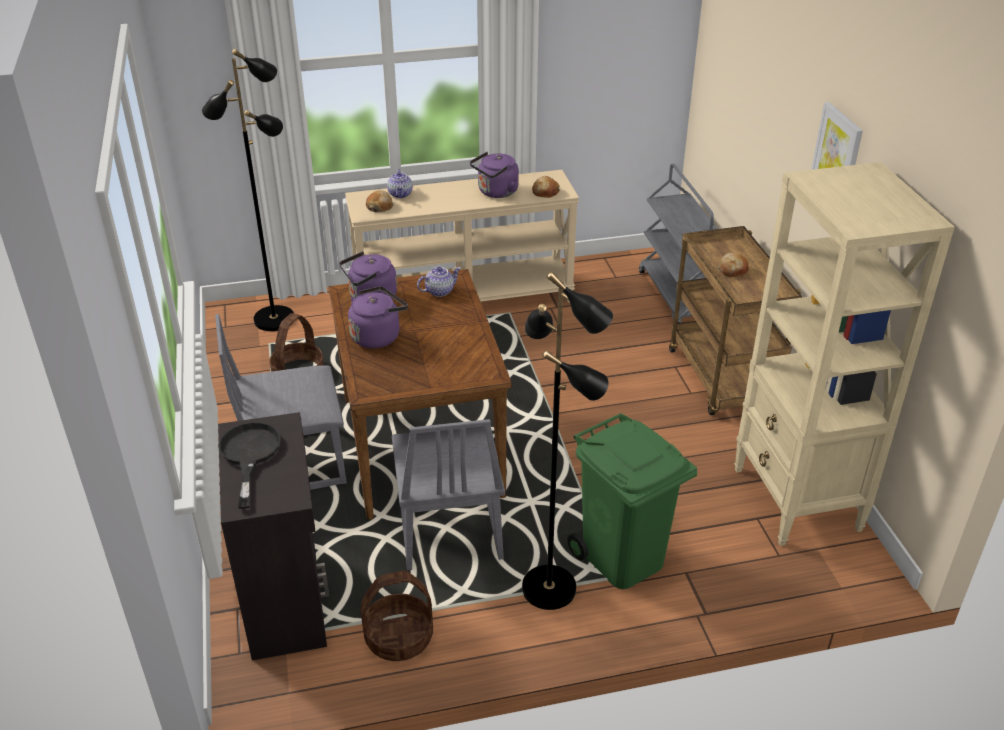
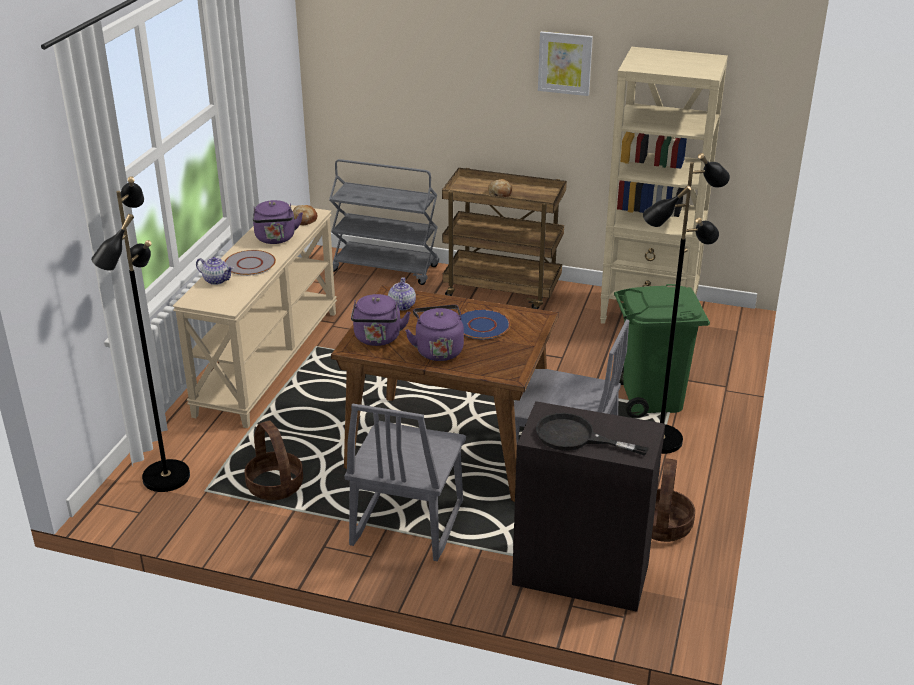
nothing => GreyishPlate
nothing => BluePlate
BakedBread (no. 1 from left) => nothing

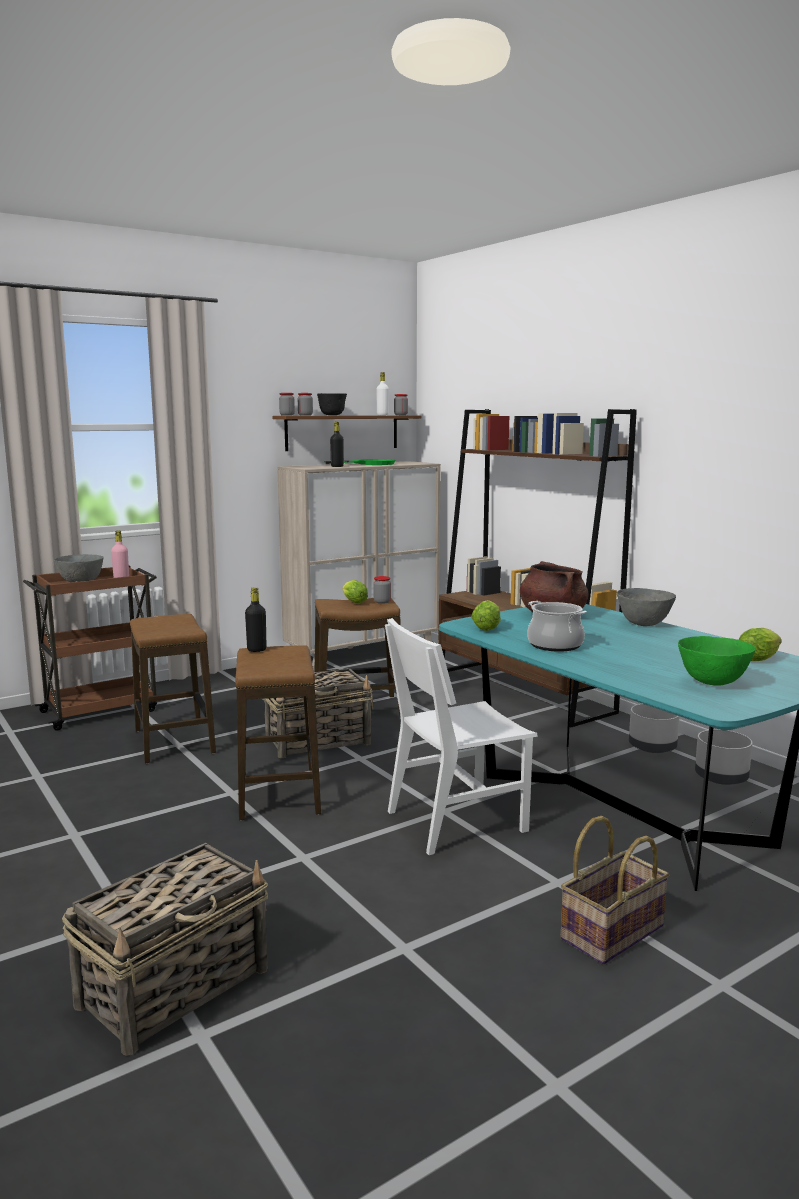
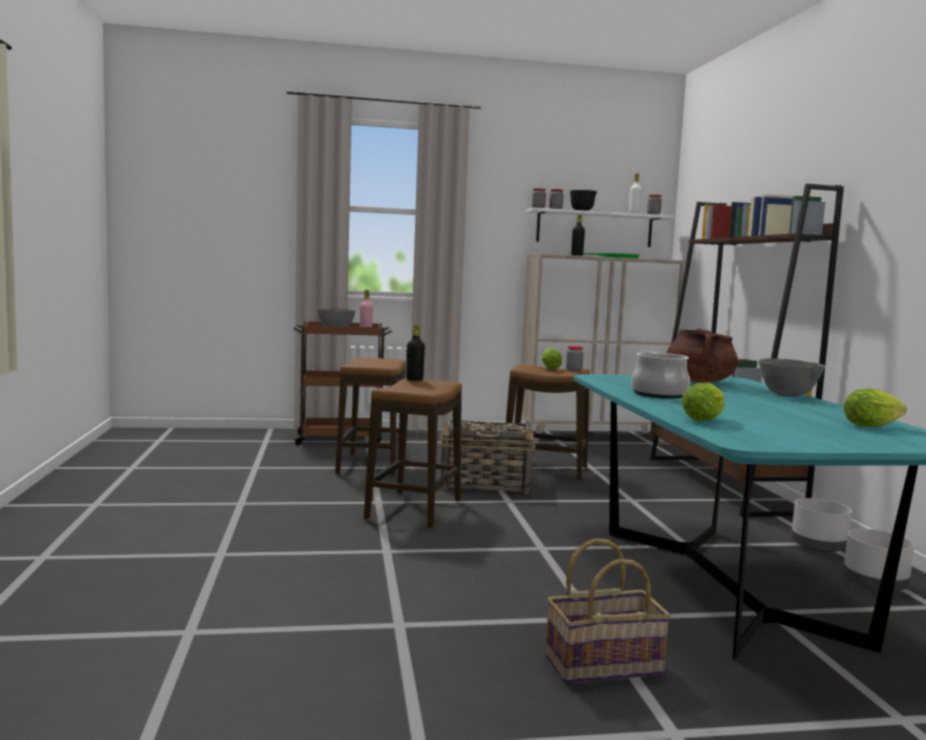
BrownWallShelf => WhiteColouredWallShelf
Lettuce (no. 2 from left), shifted
HouseholdBasket (no. 1 from left) => nothing
WhiteColouredPlainChair => nothing
GreenServingBowl => nothing

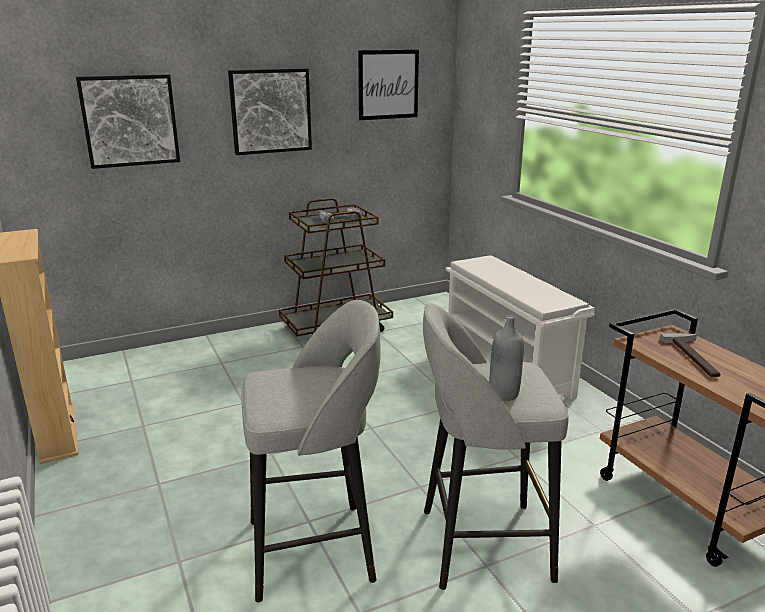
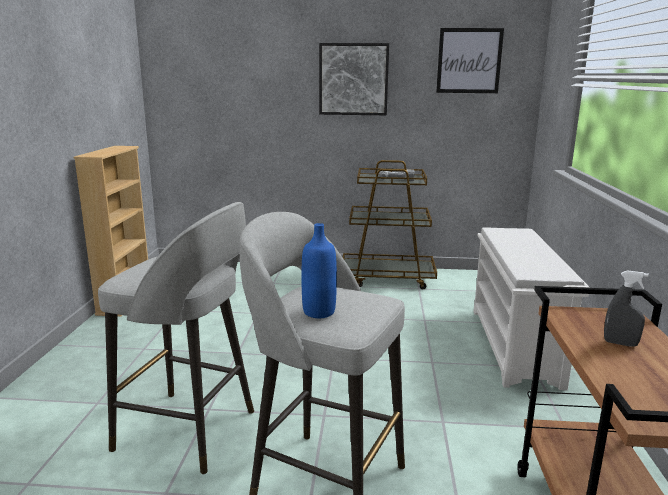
GreyishDrinkBottle => BlueDrinkBottle
Hammer => GreyishSprayBottle
WallArt (no. 1 from left) => nothing

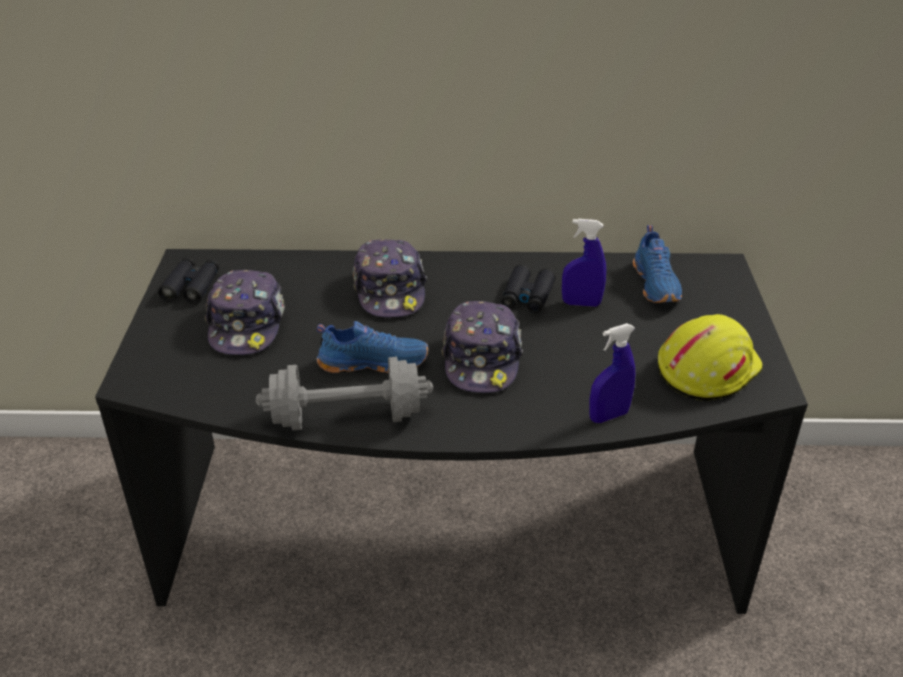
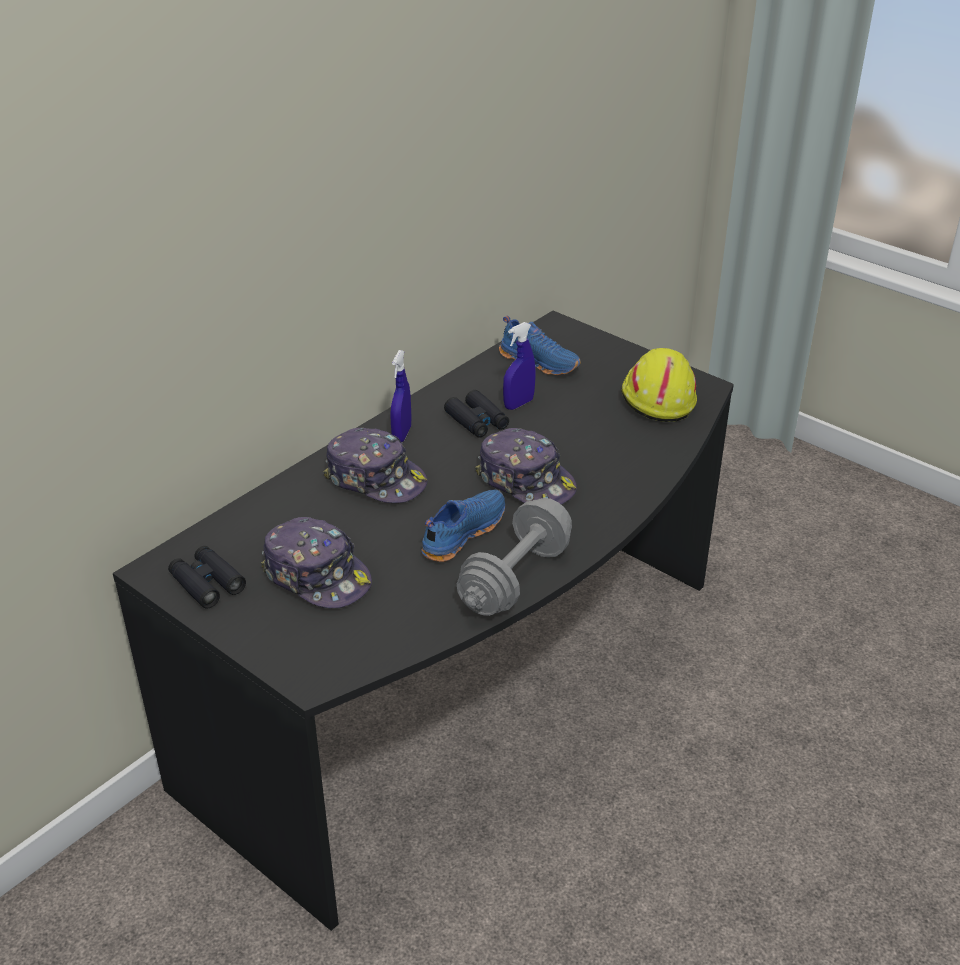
BlueSprayBottle (no. 2 from left in the first image) => BlueSprayBottle (no. 1 from left), shifted

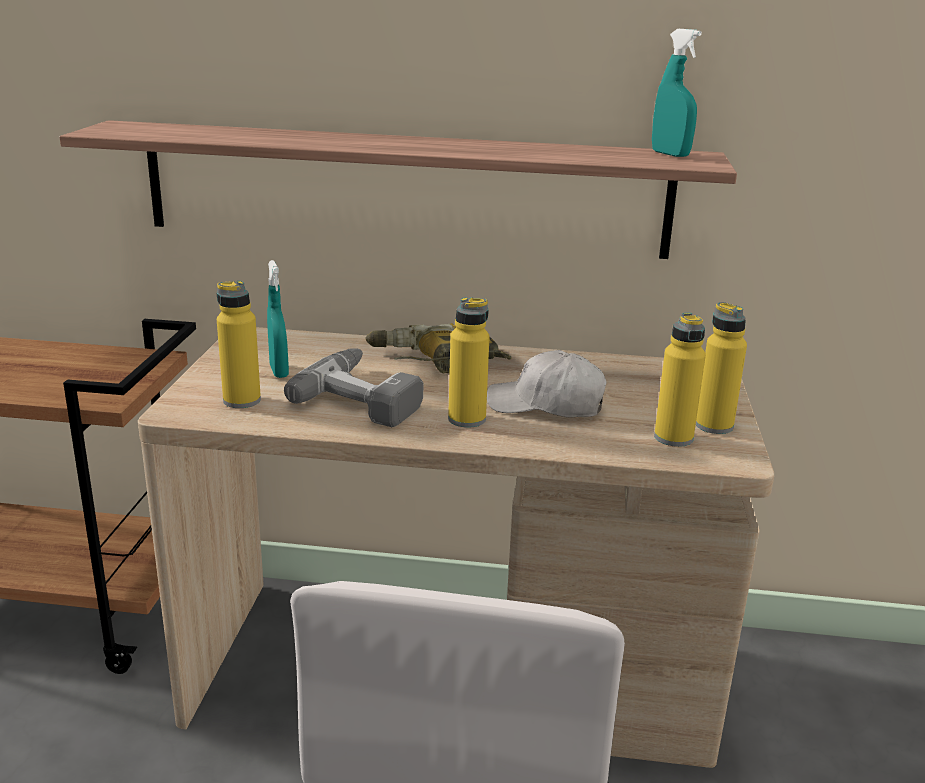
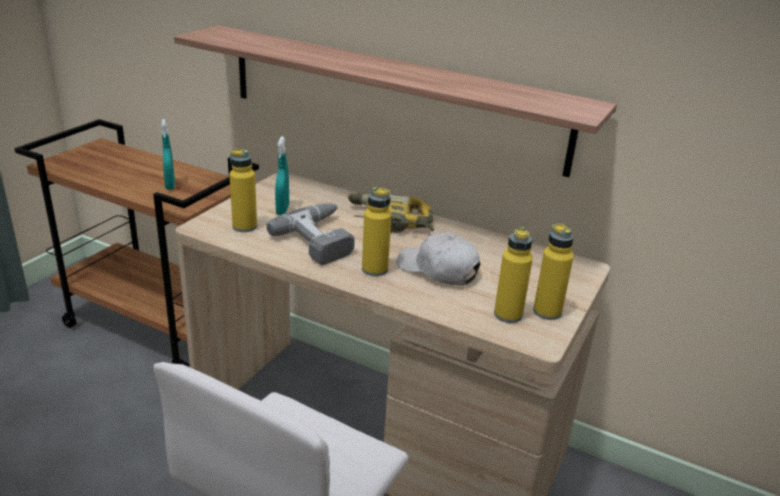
BlueGreenSprayBottle (no. 2 from left in the first image) => BlueGreenSprayBottle (no. 1 from left), shifted

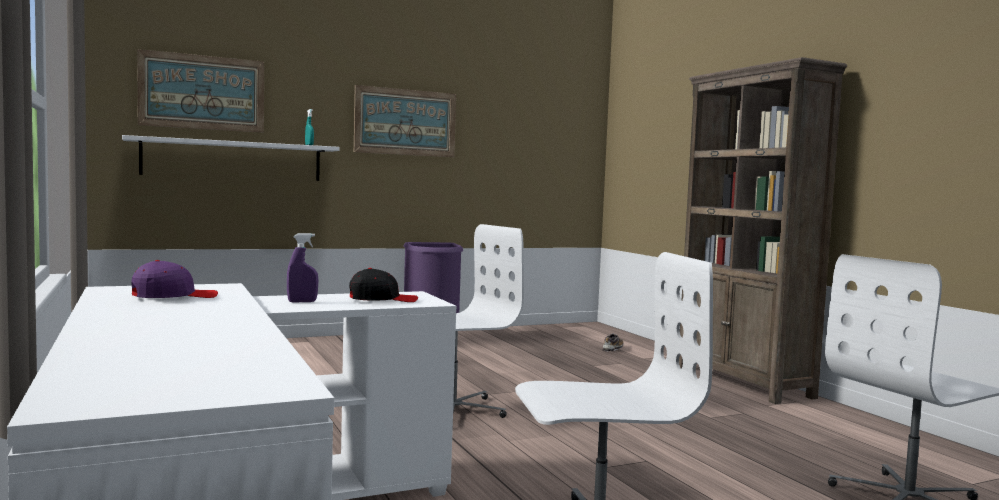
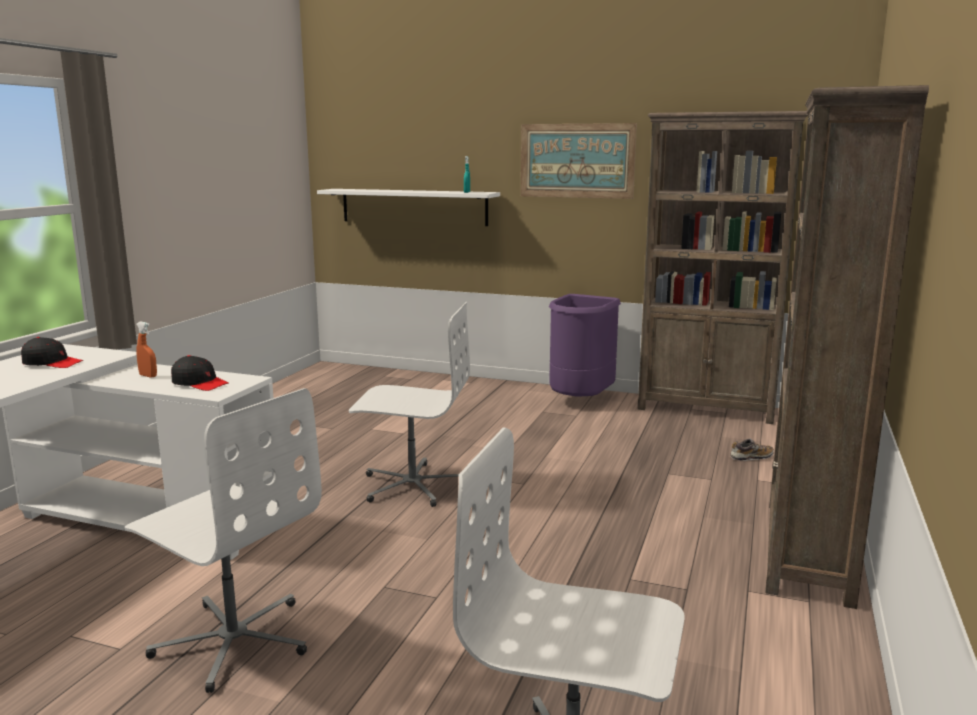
PurpleColouredPeakedCap => BlackPeakedCap (no. 1 from left)
PurpleColouredSprayBottle => OrangeSprayBottle
nothing => BrownShelvingUnit (no. 1 from left)
WallArt (no. 1 from left) => nothing

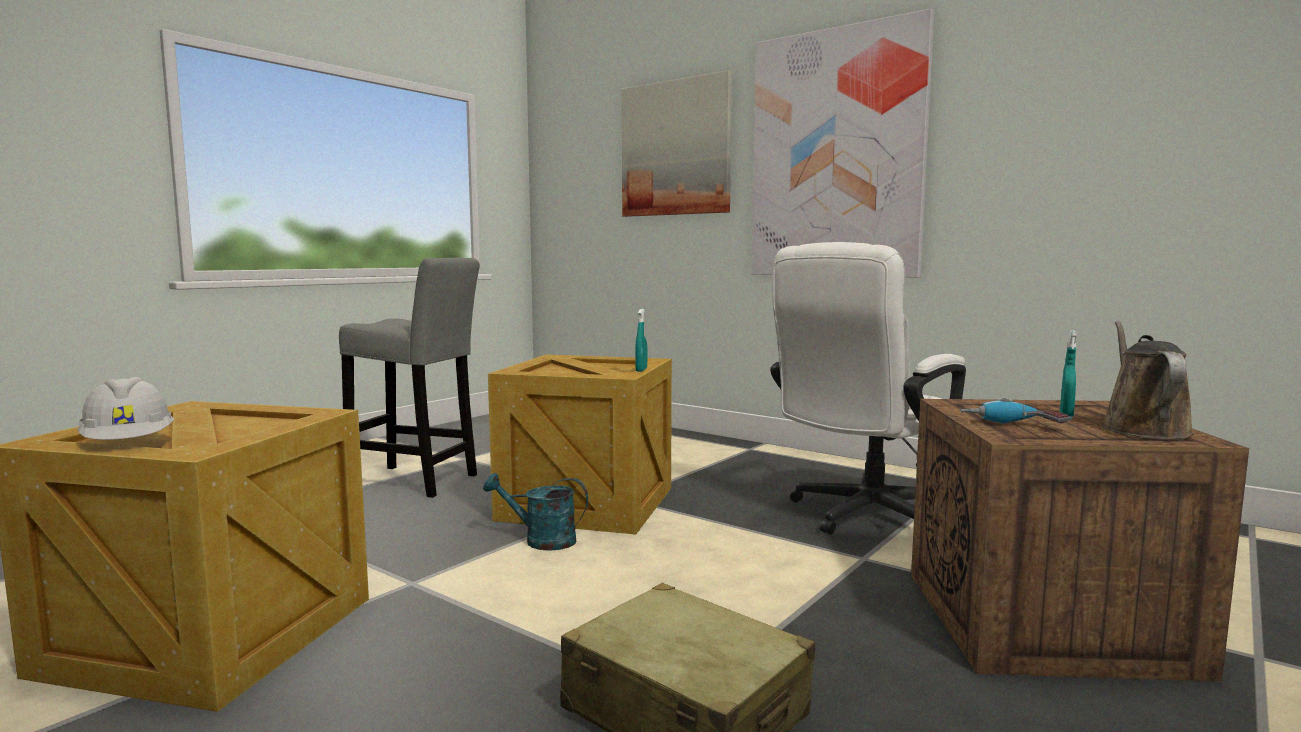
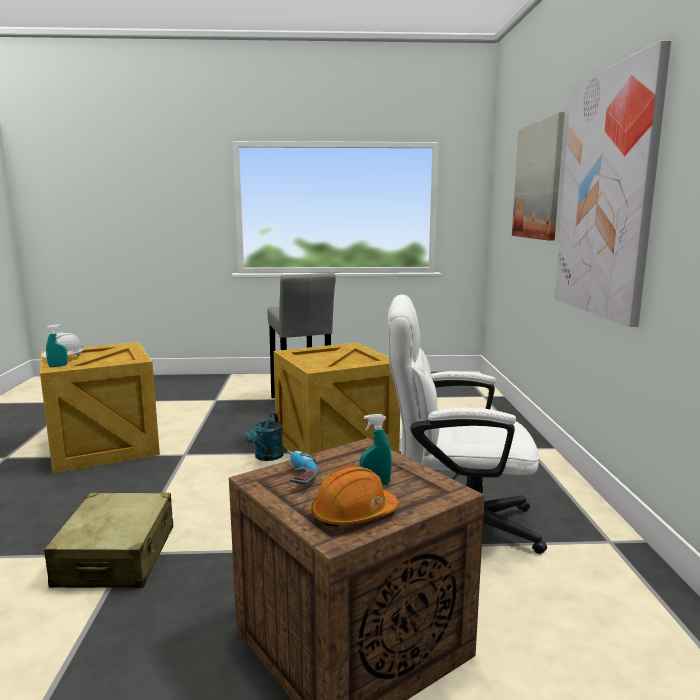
BlueGreenSprayBottle (no. 1 from left), shifted
BlueGreenWateringPot, 135 degrees counterclockwise
BrownWateringPot => OrangeHardHat

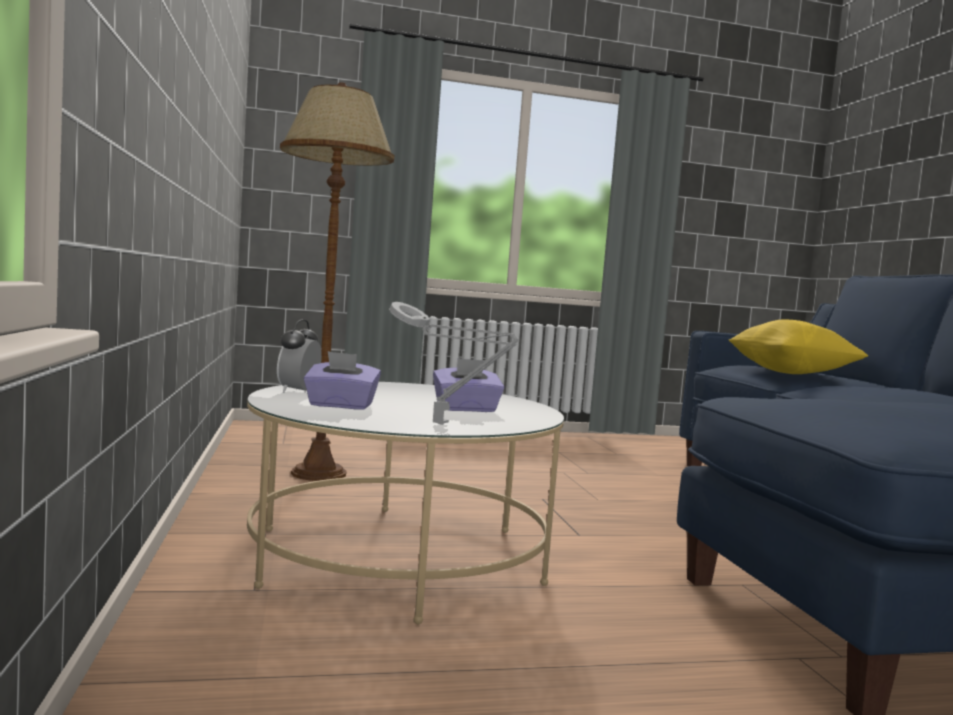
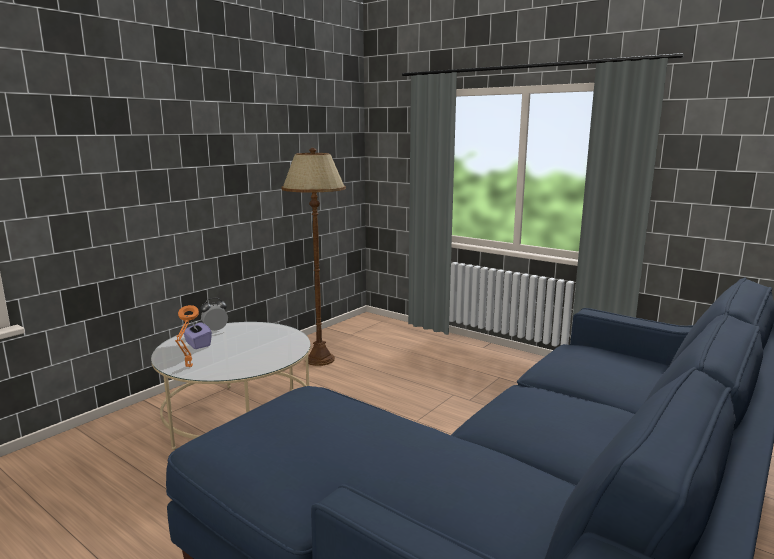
GreyishTableLamp => OrangeTableLamp
PurpleColouredTissueBox (no. 2 from left) => nothing
YellowColouredThrowPillow => nothing

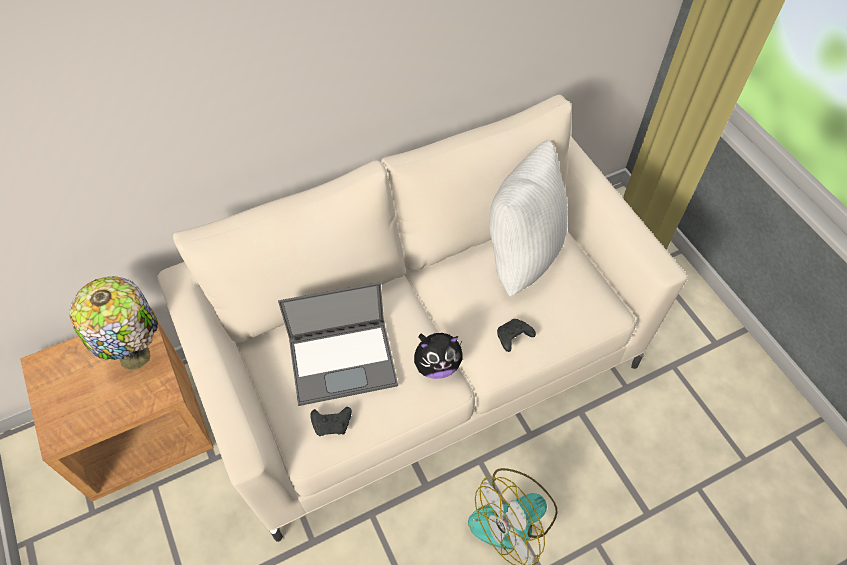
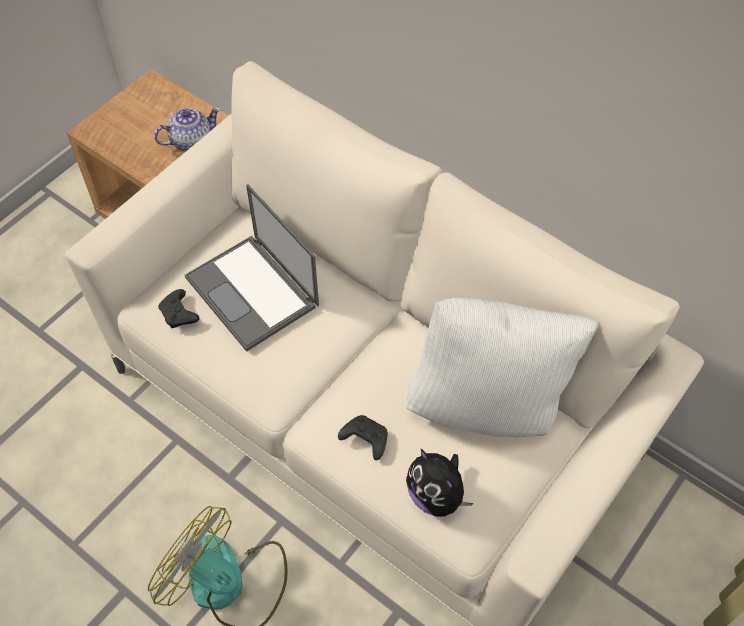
TableLamp => Teapot
PlushToy, shifted

